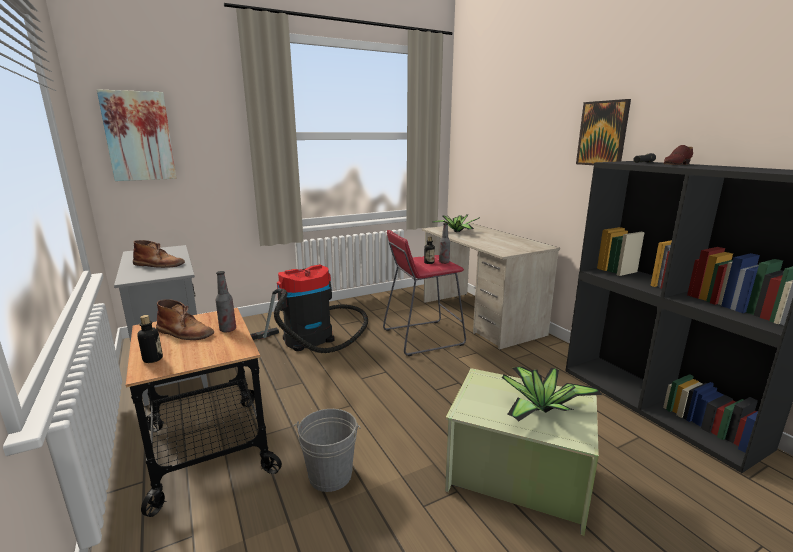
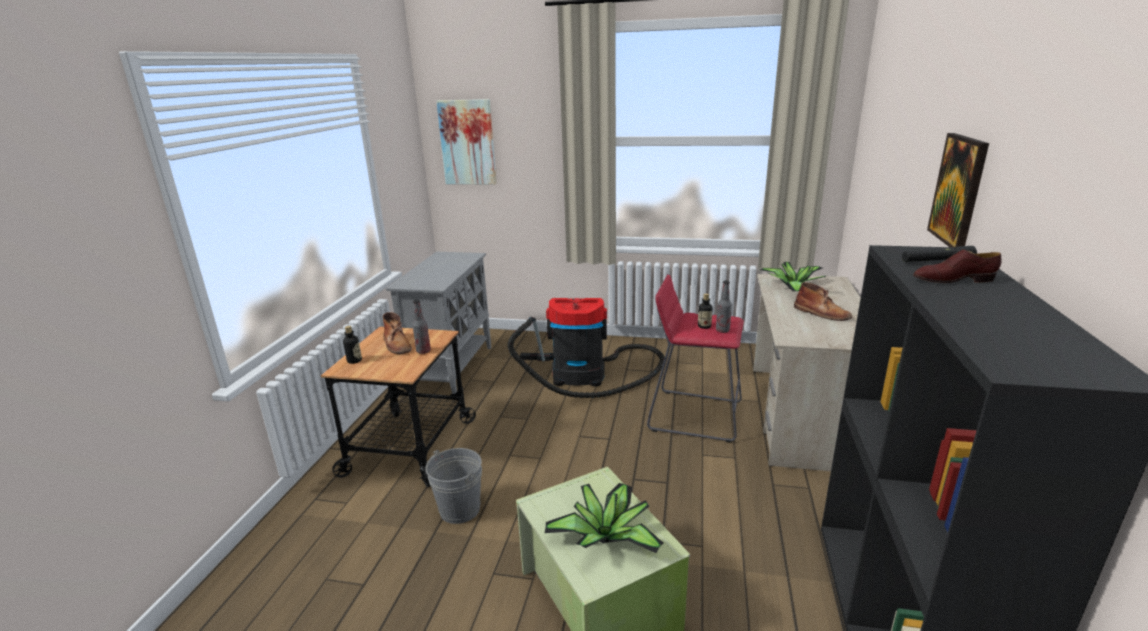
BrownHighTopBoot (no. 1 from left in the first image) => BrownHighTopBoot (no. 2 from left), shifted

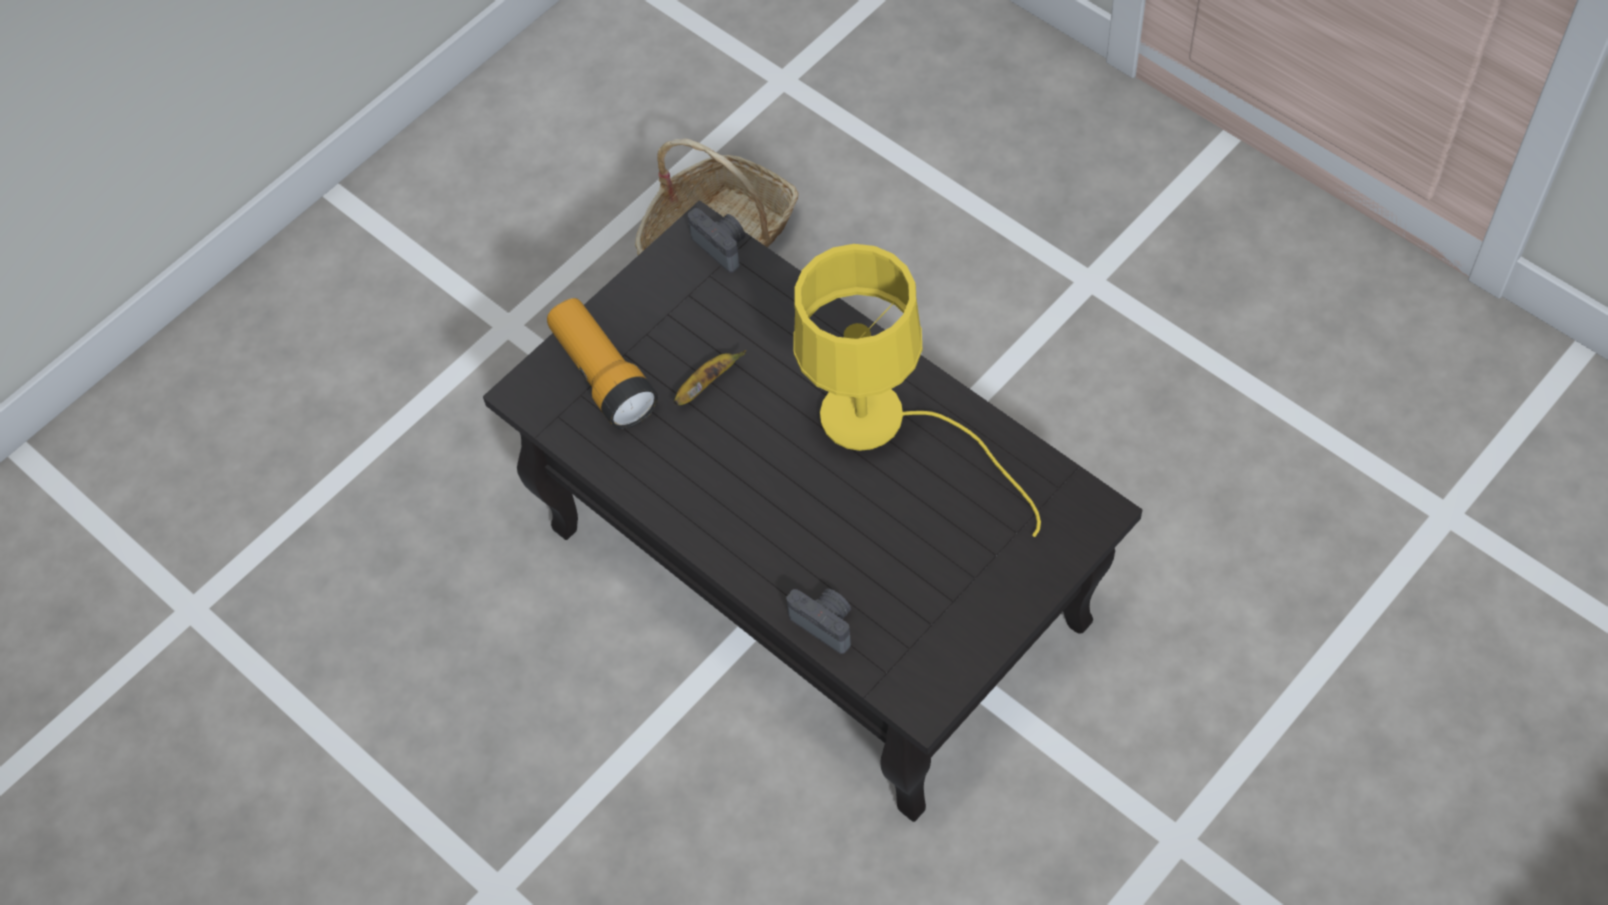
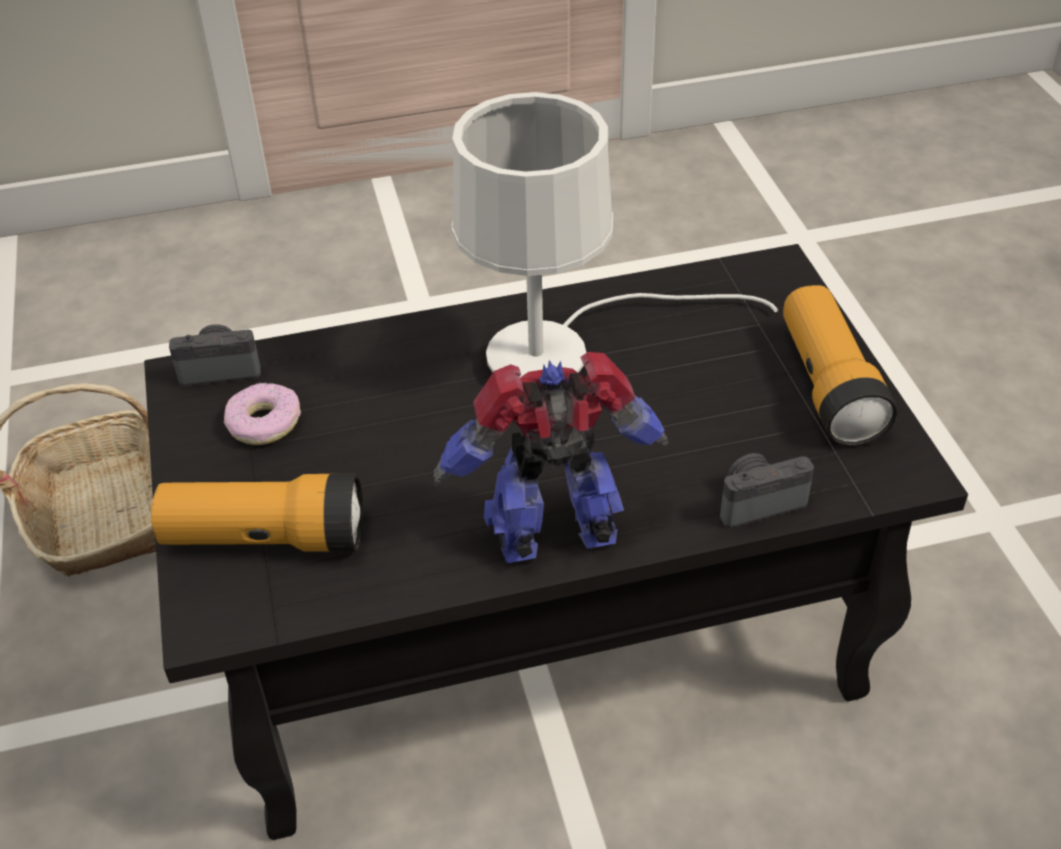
nothing => Doughnut
nothing => ModelRobot
YellowColouredTableLamp => WhiteColouredTableLamp
nothing => HandTorch (no. 2 from left)
BananaFruit => nothing

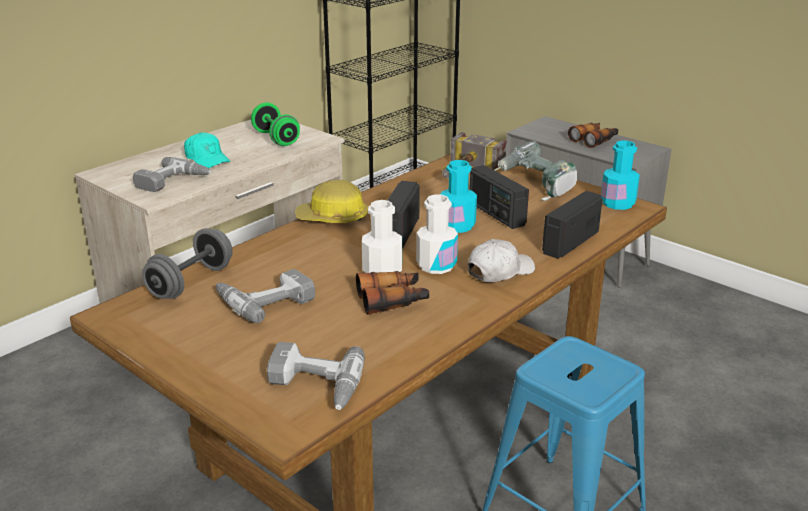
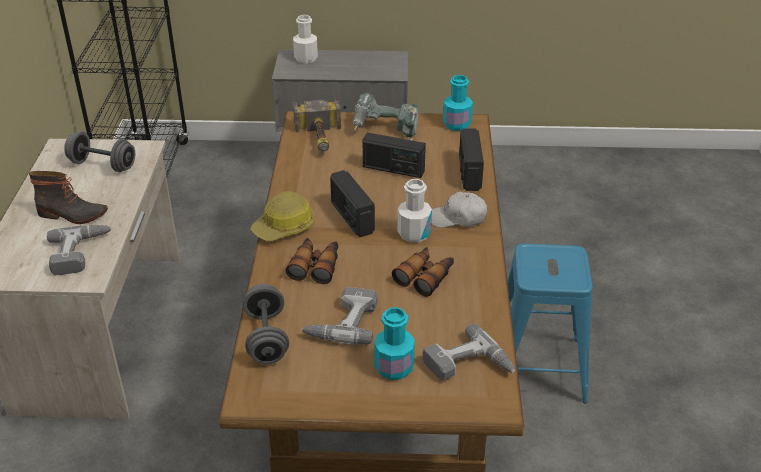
BlueGreenPeakedCap => HighTopBoot
GreenFreeWeight => GreyishFreeWeight (no. 1 from left)
PairOfBinoculars (no. 2 from left in the first image) => PairOfBinoculars (no. 1 from left), shifted
WhiteColouredDrinkBottle (no. 1 from left), shifted
BlueGreenDrinkBottle (no. 1 from left), shifted
WhiteColouredPeakedCap, 105 degrees counterclockwise

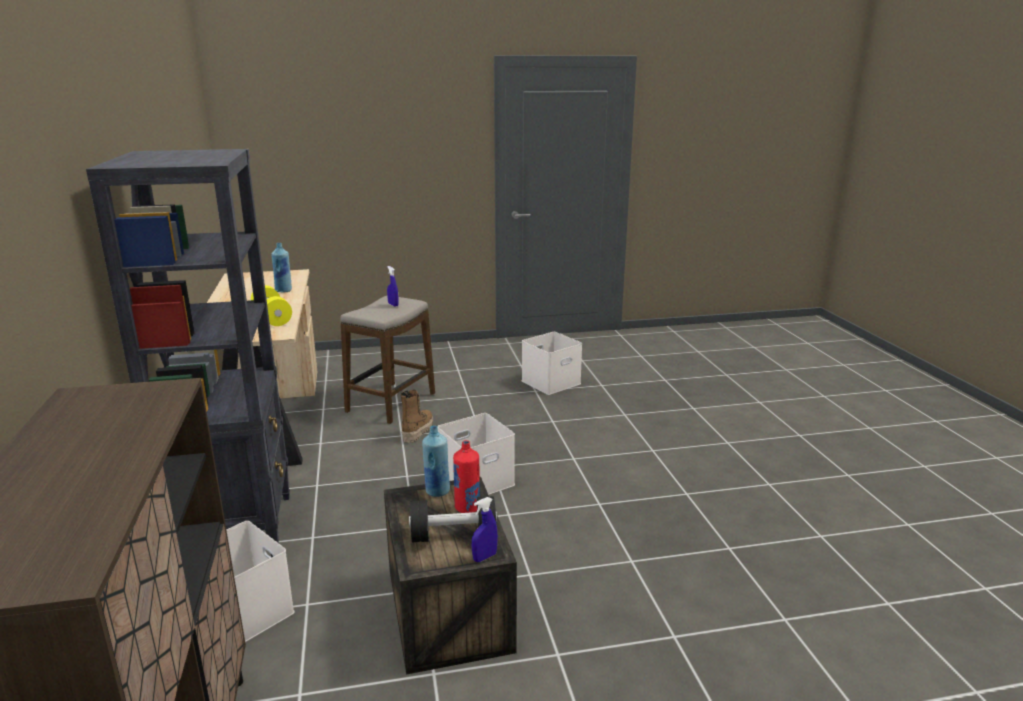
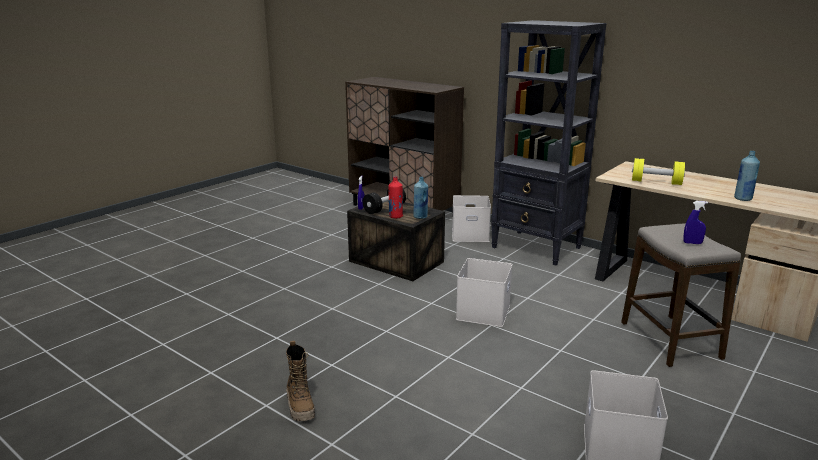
HighTopBoot, shifted

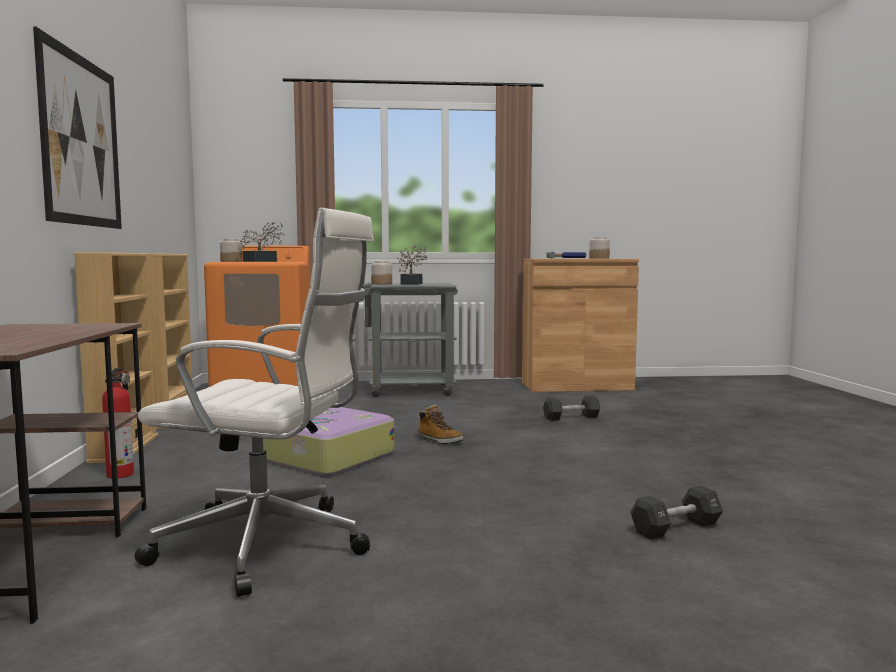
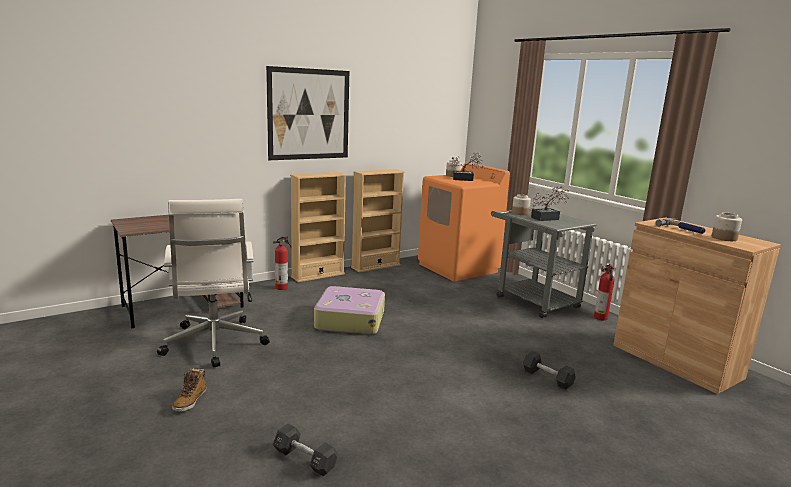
HighTopBoot, shifted
nothing => FireFightingCylinder (no. 2 from left)

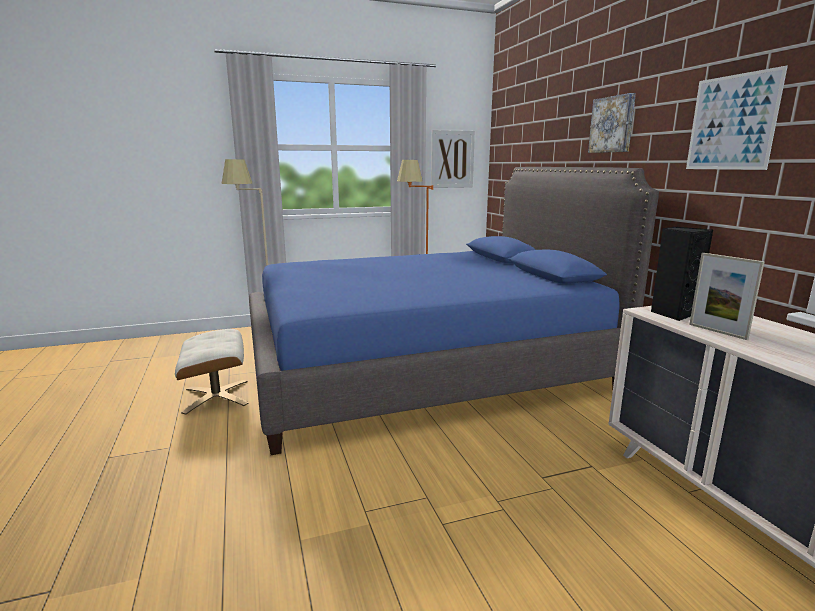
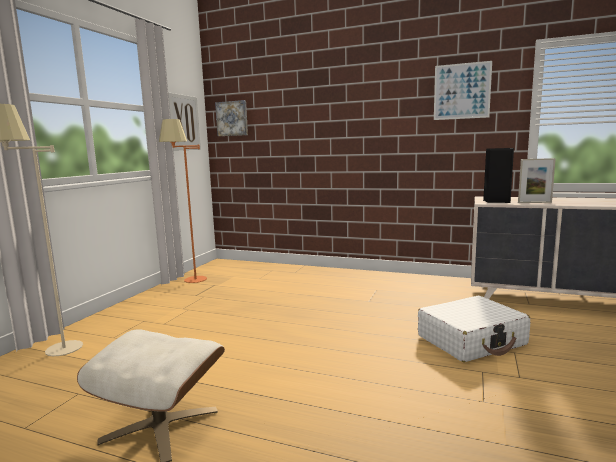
WallArt (no. 2 from left), shifted
nothing => WhiteColouredTravelCase
BlueBed => nothing

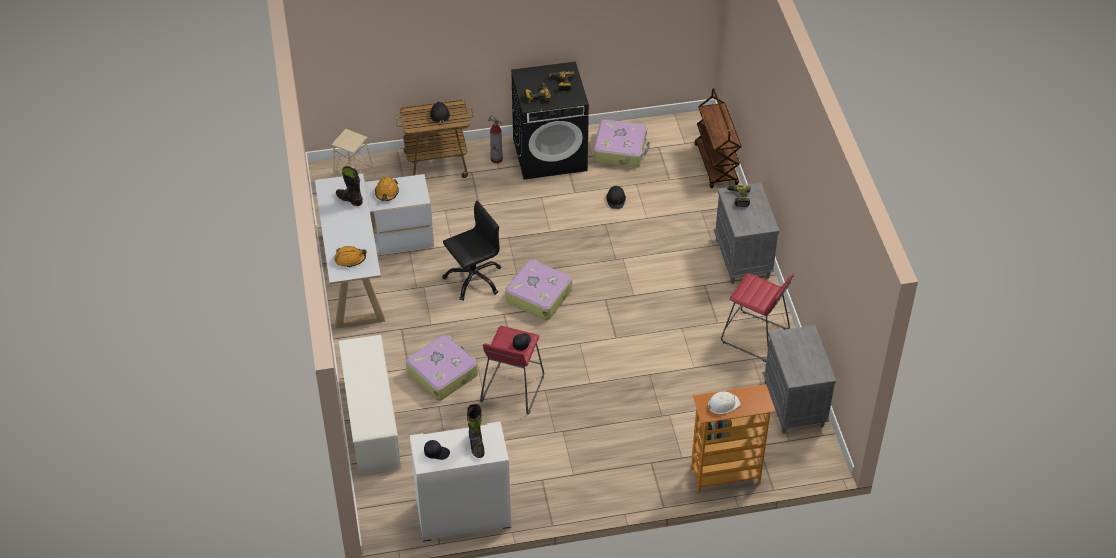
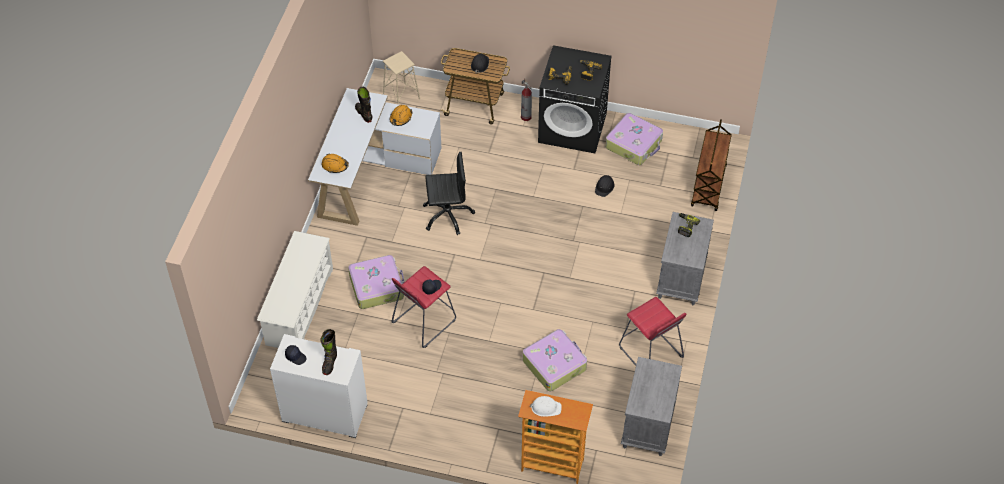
TravelCase (no. 2 from left), shifted

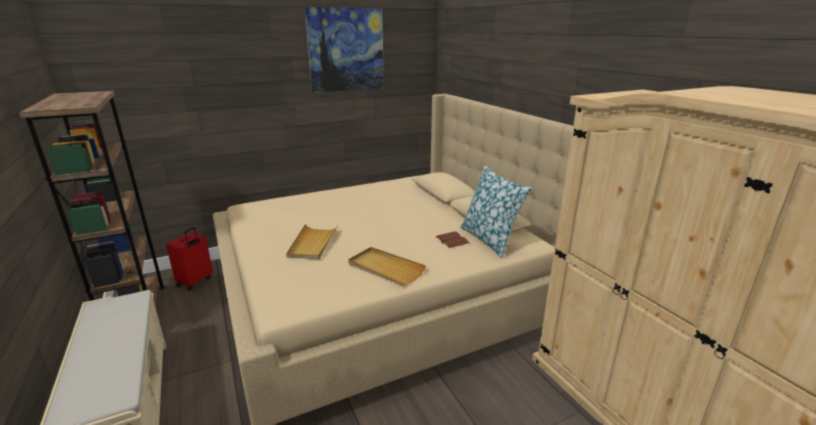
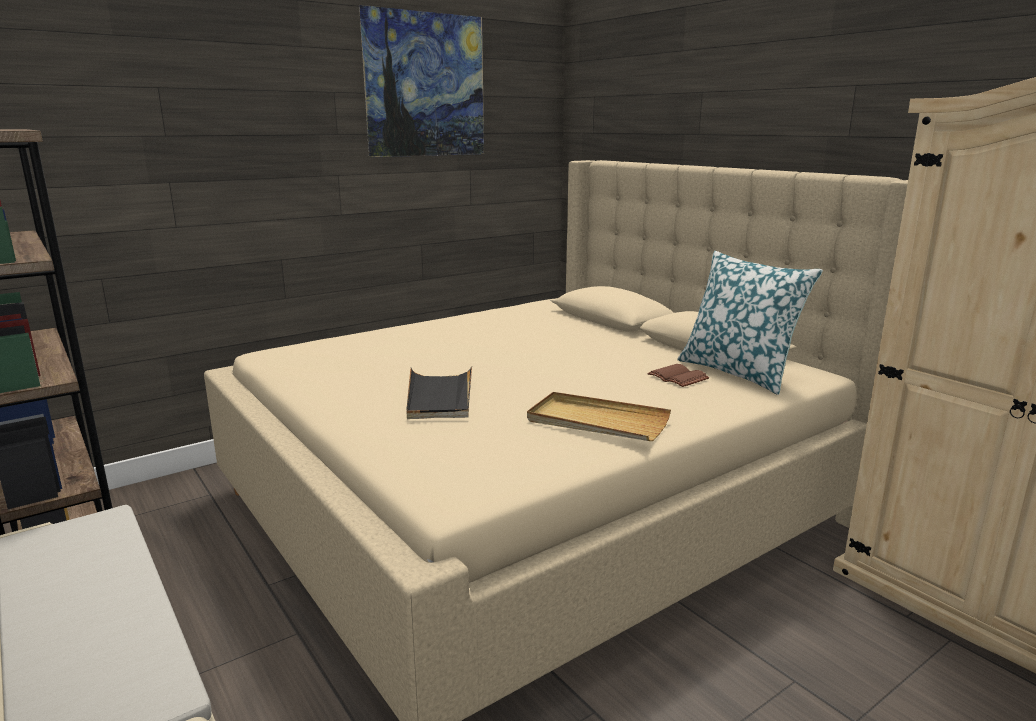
BeigeCarryingTray (no. 1 from left) => BlackCarryingTray
RedColouredTravelCase => nothing

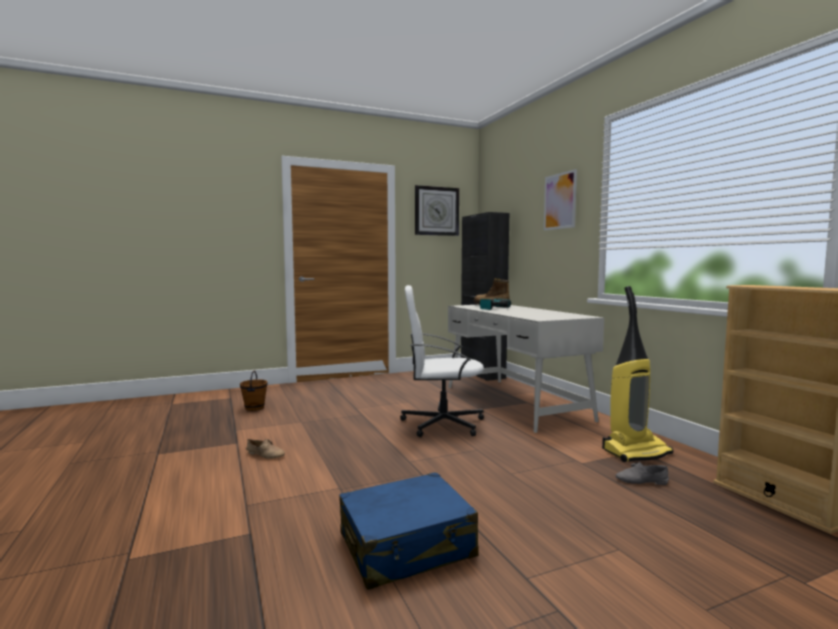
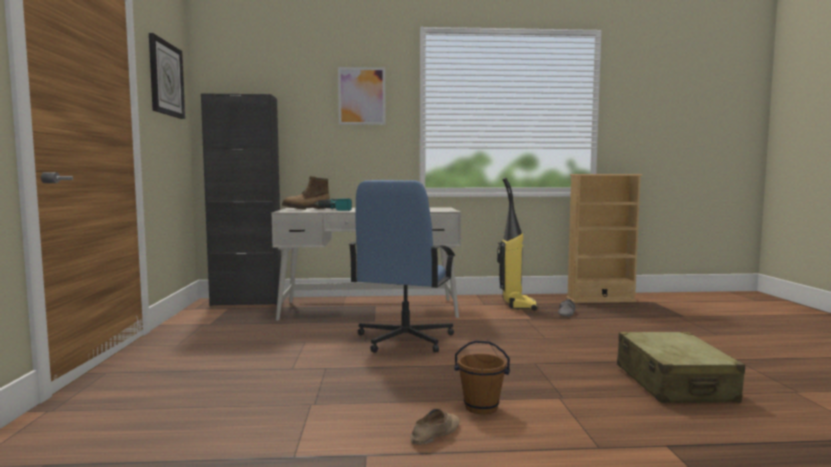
WhiteColouredDeskChair => BlueDeskChair
BrownWaterBucket, shifted
BlueTravelCase => BeigeTravelCase

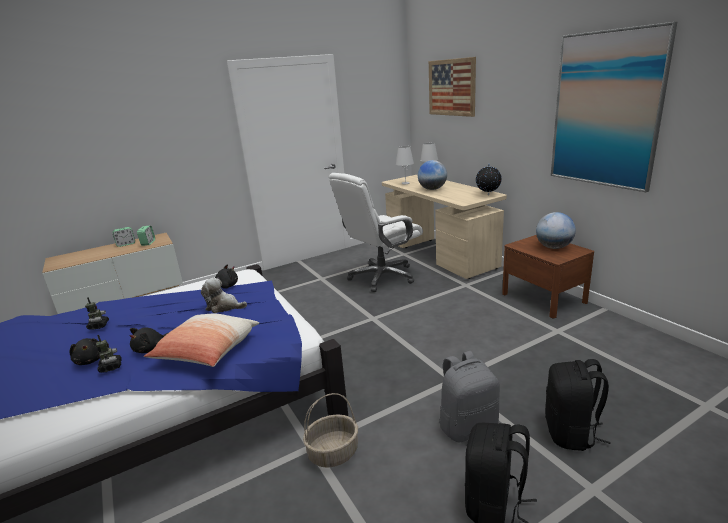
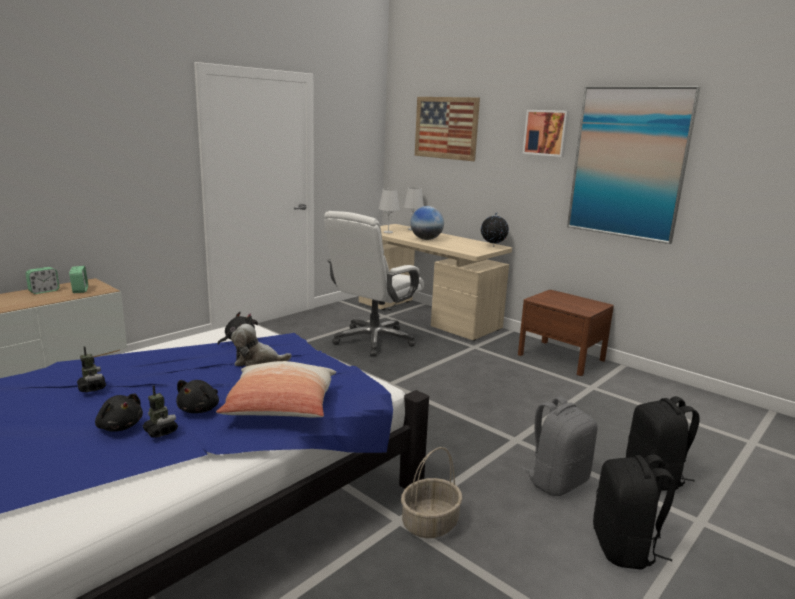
nothing => WallArt (no. 2 from left)
Globe (no. 3 from left) => nothing

